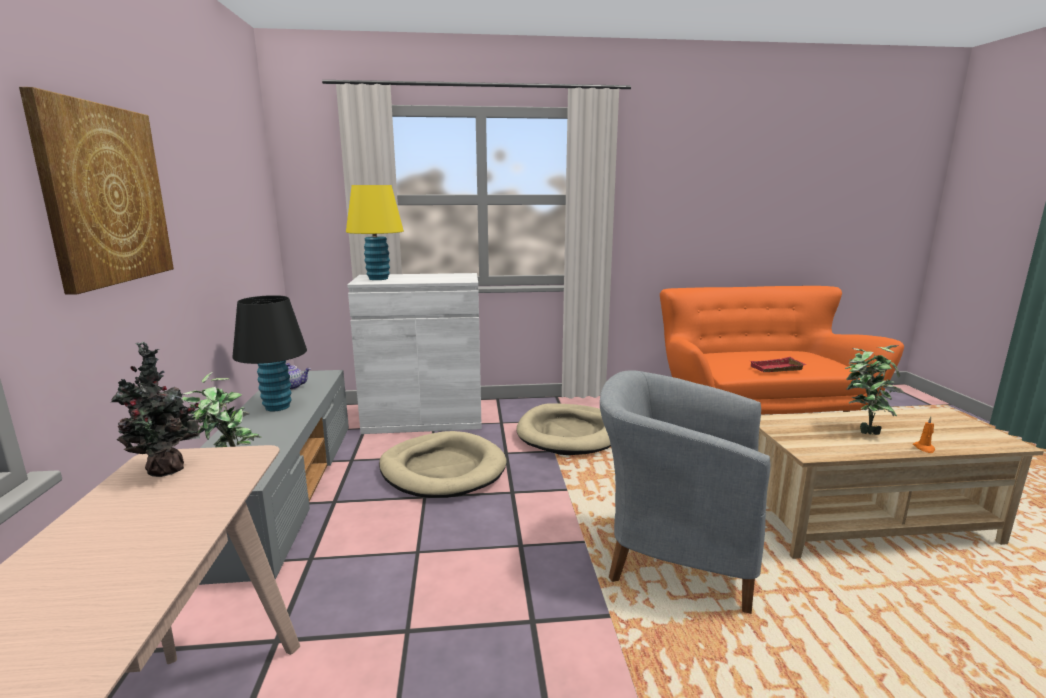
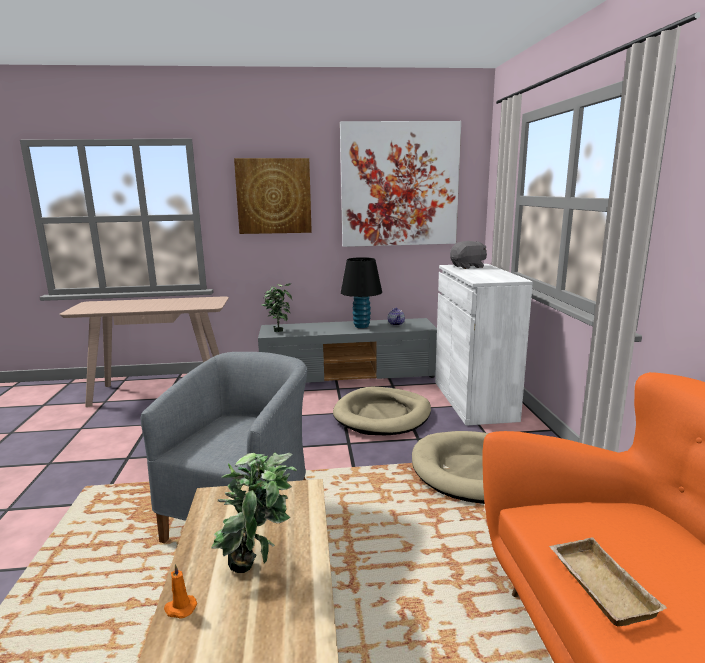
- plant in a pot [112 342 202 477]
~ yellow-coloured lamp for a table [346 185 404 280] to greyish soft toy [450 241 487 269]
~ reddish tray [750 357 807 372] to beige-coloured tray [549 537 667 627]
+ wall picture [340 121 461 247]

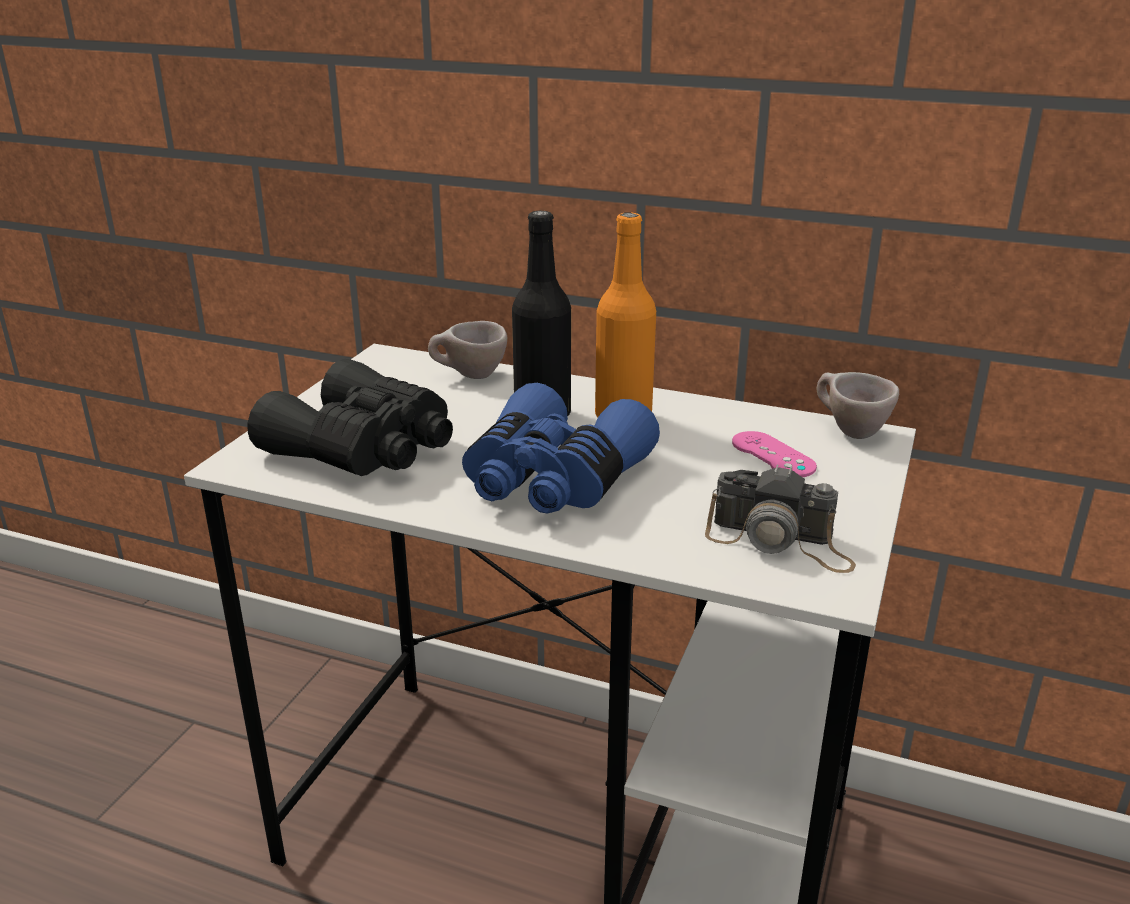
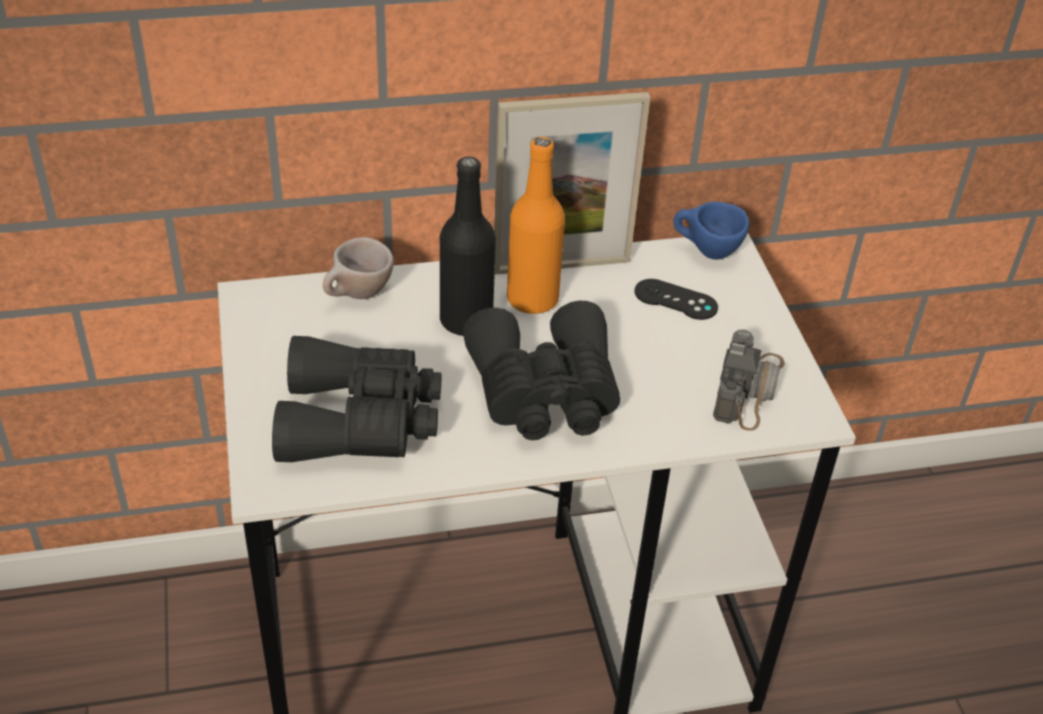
~ blue pair of binoculars [462 383 660 514] to black-coloured pair of binoculars [463 301 620 440]
~ still camera [705 464 856 573] = [713 329 785 431] 60 degrees counterclockwise
~ pink-coloured gamepad [732 431 817 477] to black-coloured gamepad [635 279 718 320]
~ beige-coloured small cup [817 372 899 439] to blue small cup [673 202 749 260]
+ picture frame [494 92 650 274]

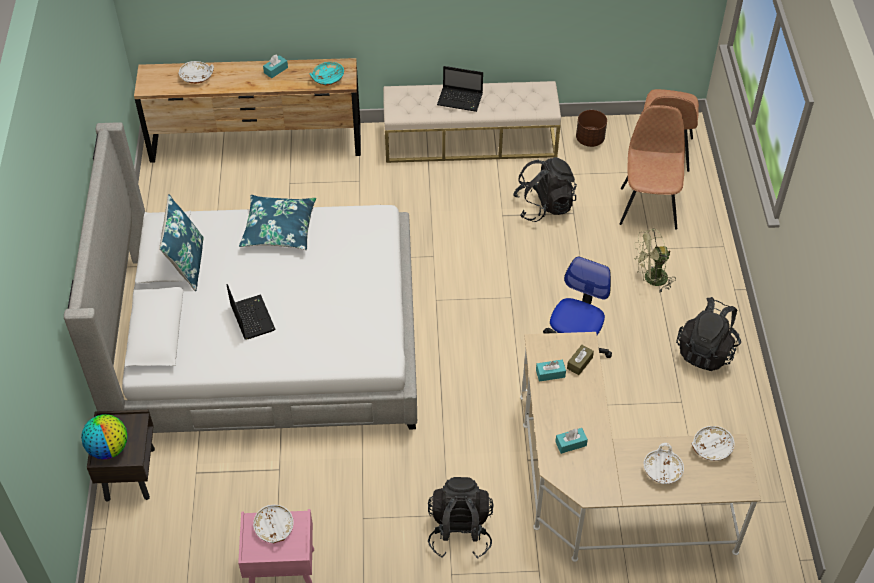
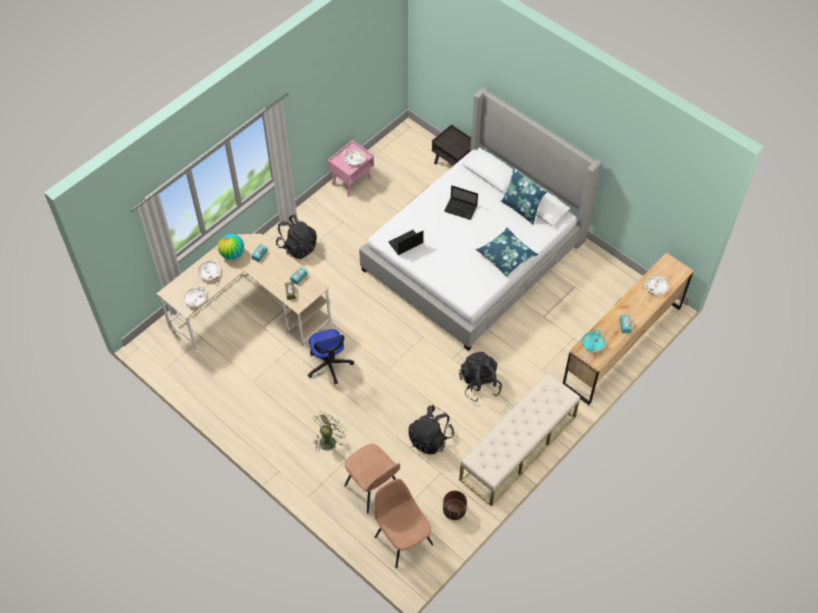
~ desk globe [81 414 128 459] to [218 234 244 260]
~ laptop [437 66 483 112] to [388 230 423 255]
~ black-coloured rucksack [676 297 741 371] to [459 352 502 402]

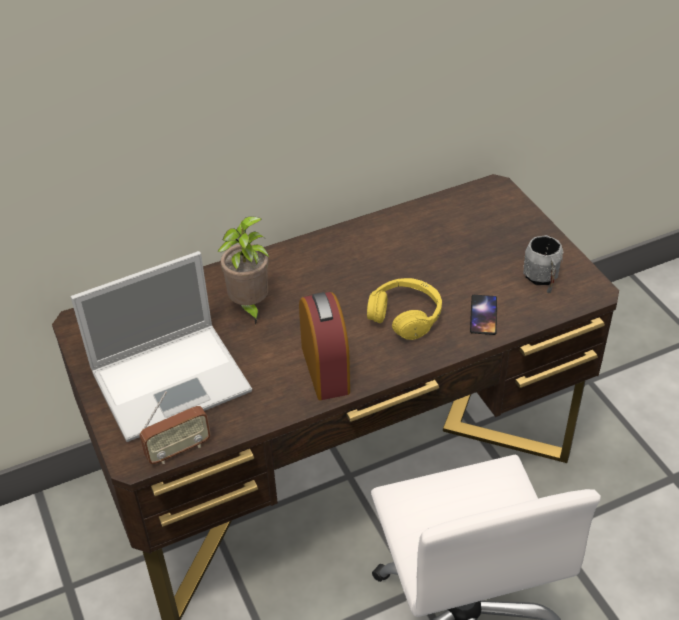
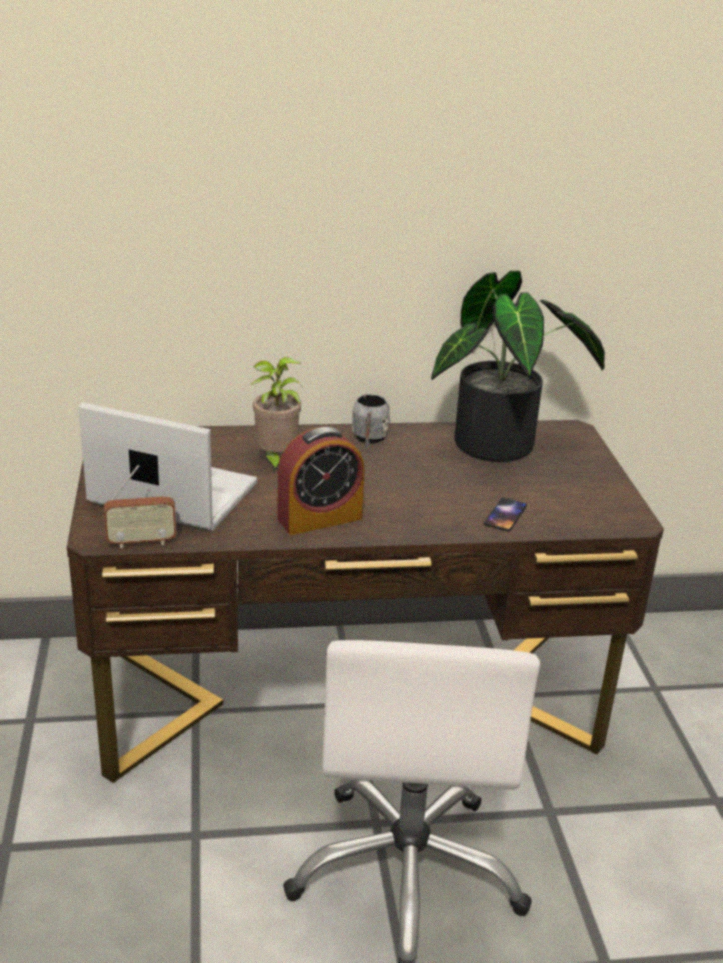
~ laptop [71 251 252 442] = [78 402 257 531] 150 degrees counterclockwise
~ alarm clock [299 292 350 400] = [277 427 365 535] 60 degrees clockwise
- yellow-coloured headphones [367 278 442 340]
~ greyish coffee mug [523 235 563 294] to [352 394 390 449]
+ plant in a pot [431 270 605 462]

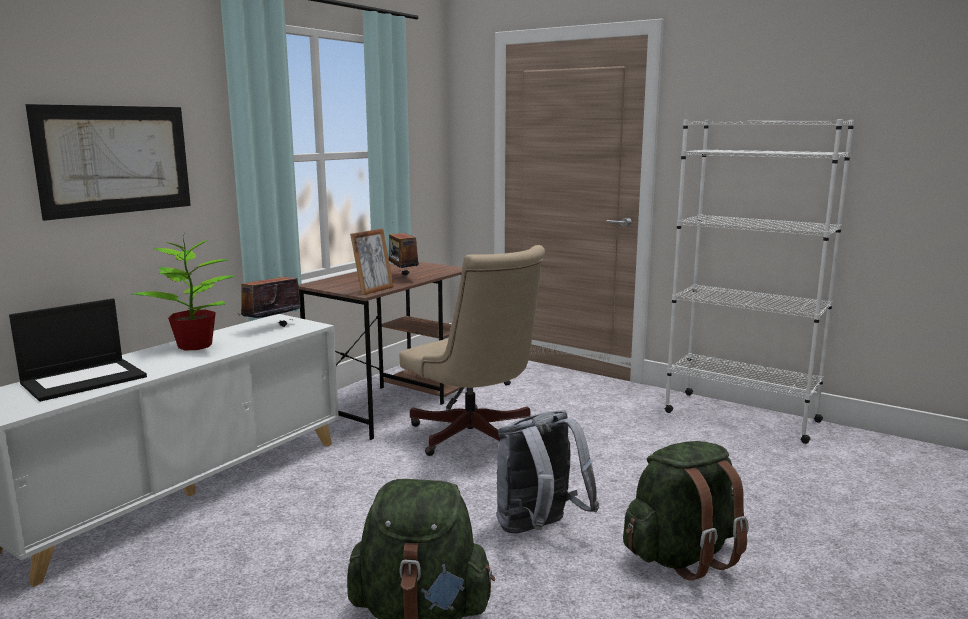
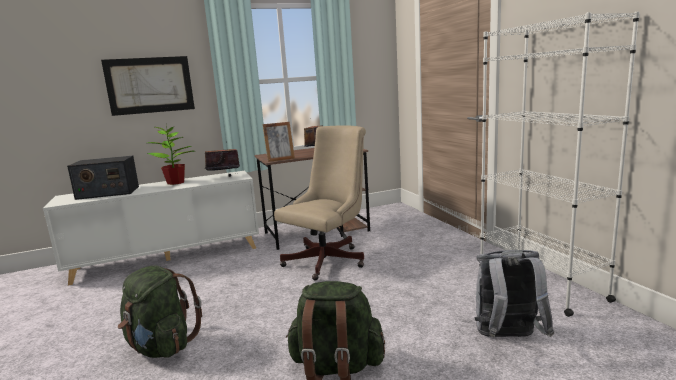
~ laptop [9 299 147 402] to radio receiver [67 156 139 200]
~ beige-coloured desk chair [399 245 545 456] = [274 125 366 280] 135 degrees counterclockwise
~ greyish rucksack [497 410 599 534] to [474 250 554 337]

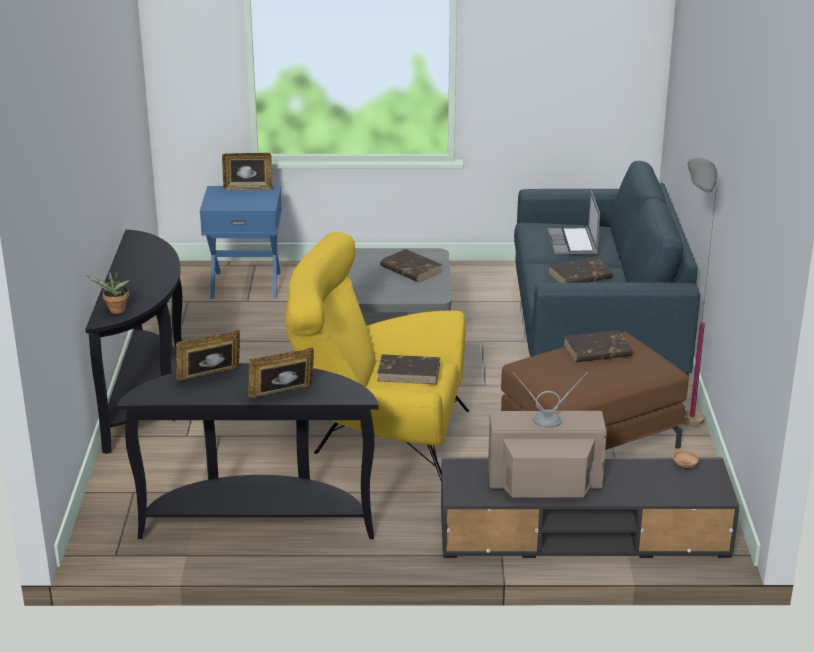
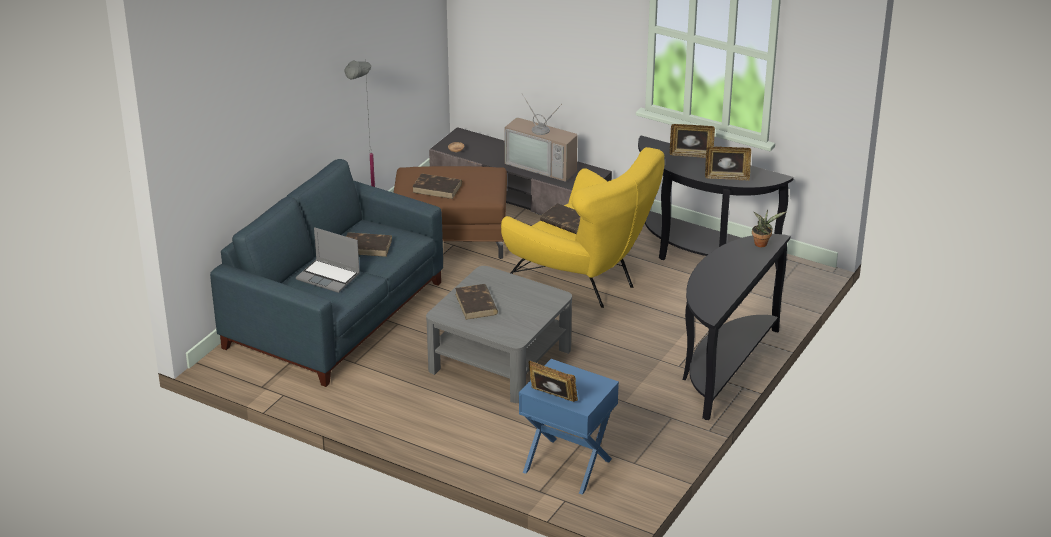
~ laptop [548 190 600 255] = [296 227 360 293] 90 degrees clockwise

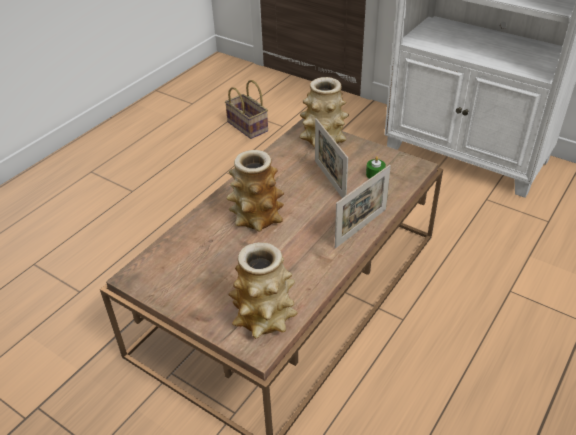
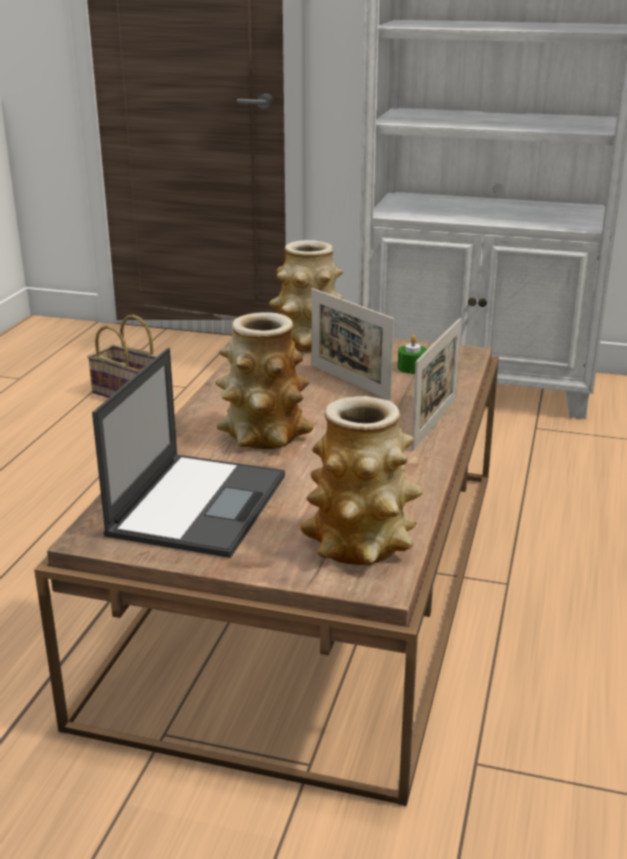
+ laptop [92 348 285 558]

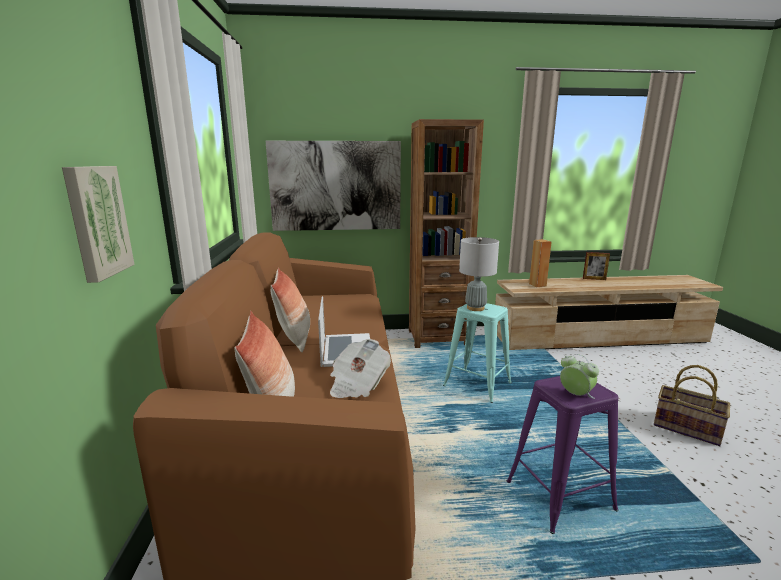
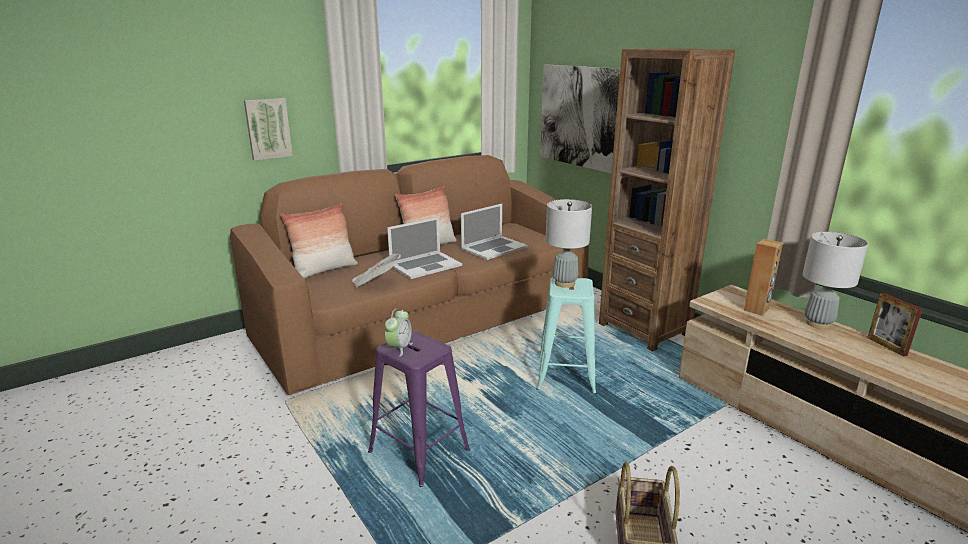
+ laptop [461 204 528 260]
+ greyish lamp for a table [803 232 868 329]

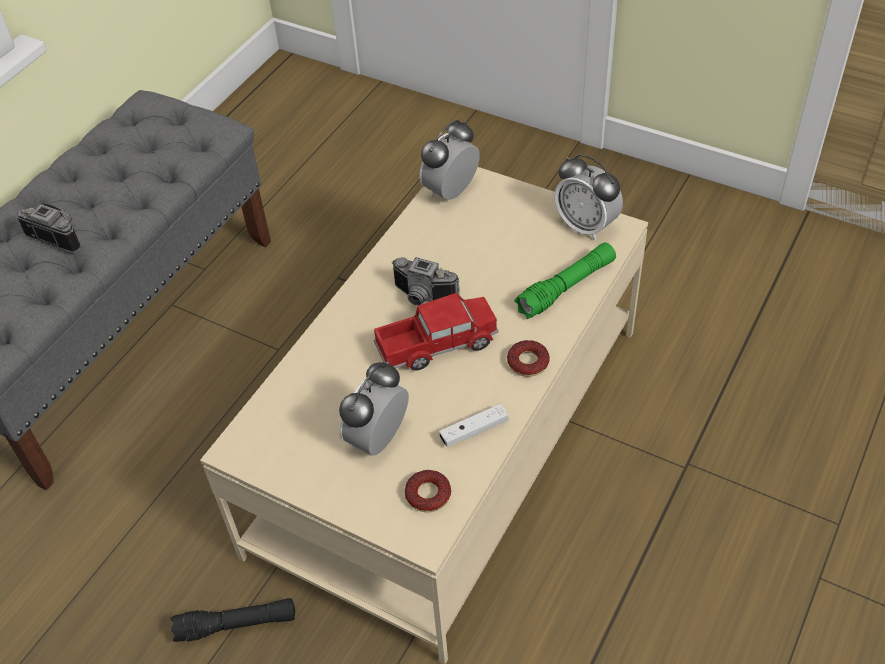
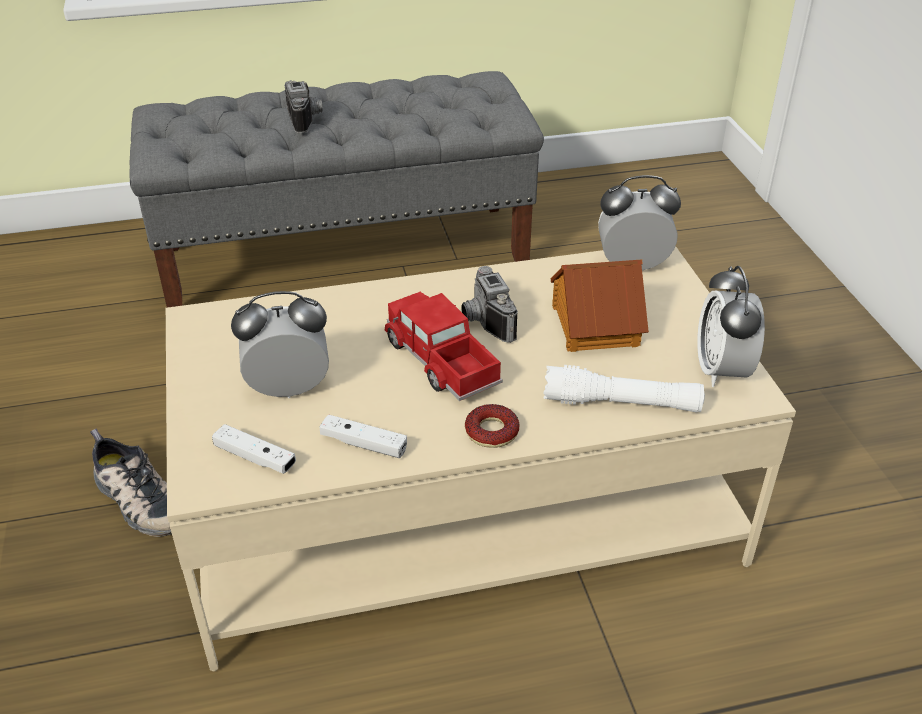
~ black-coloured hand torch [170 598 295 642] to low shoe [90 429 172 537]
~ toy lorry [374 293 499 370] = [385 292 503 401] 150 degrees counterclockwise
~ doughnut [405 470 451 512] to white gamepad [212 424 296 474]
~ green hand torch [514 242 616 319] to white hand torch [544 365 705 413]
+ toy house [551 260 649 352]

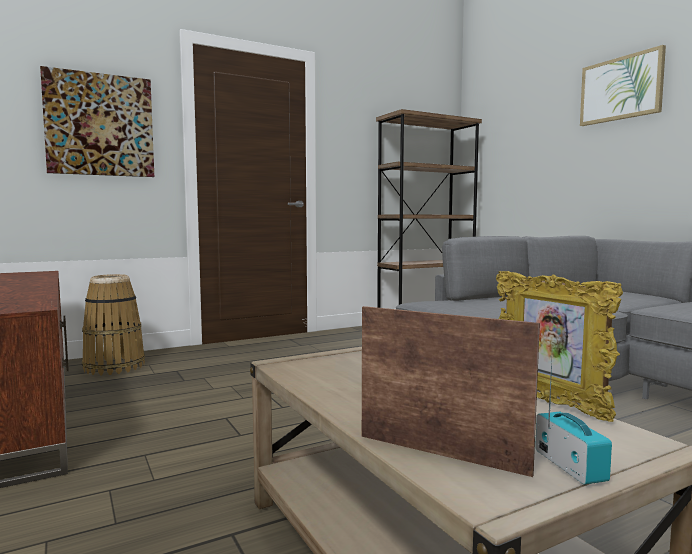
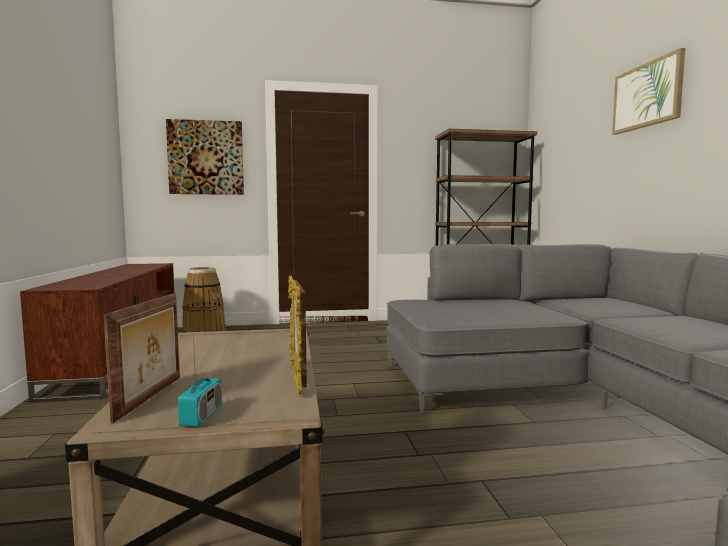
~ picture frame [362 306 540 477] = [104 293 180 423] 45 degrees clockwise

